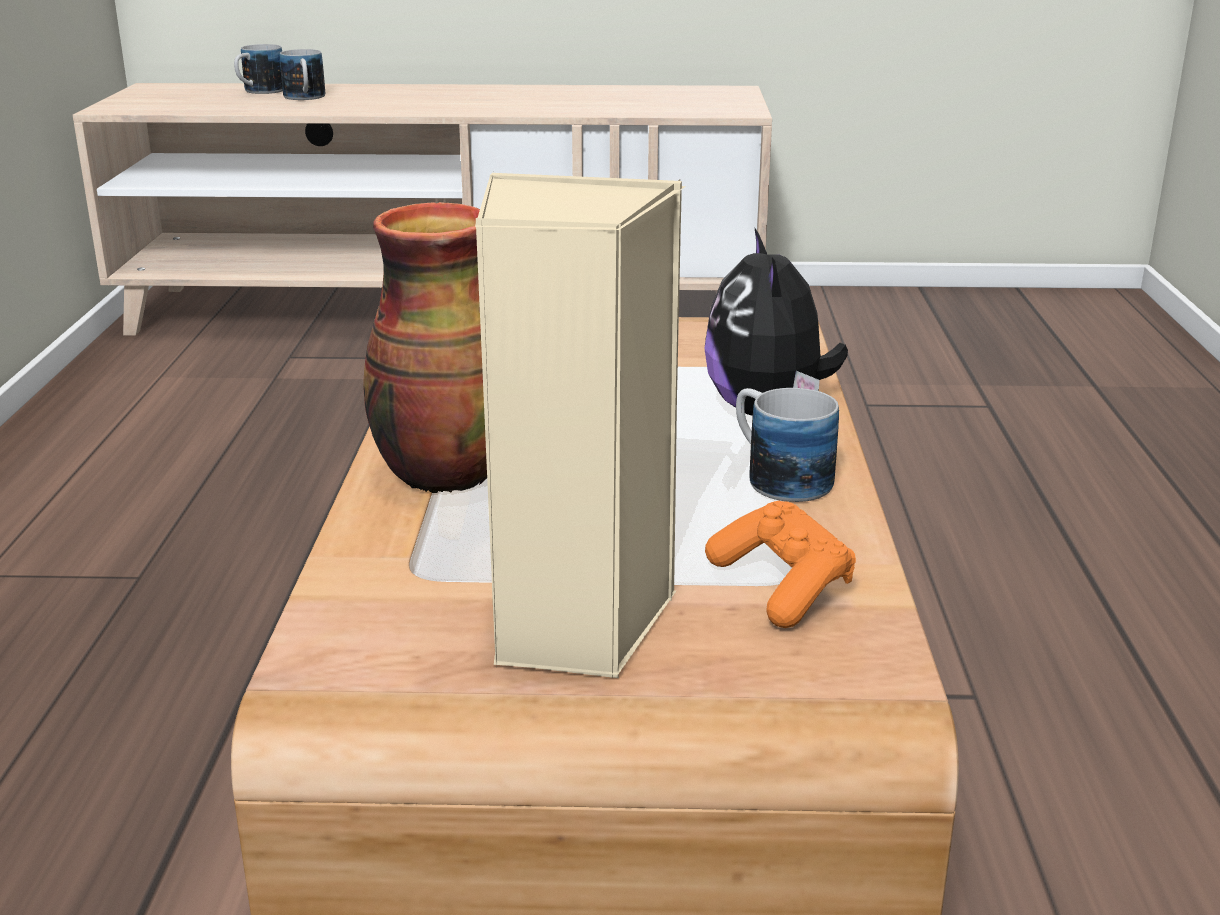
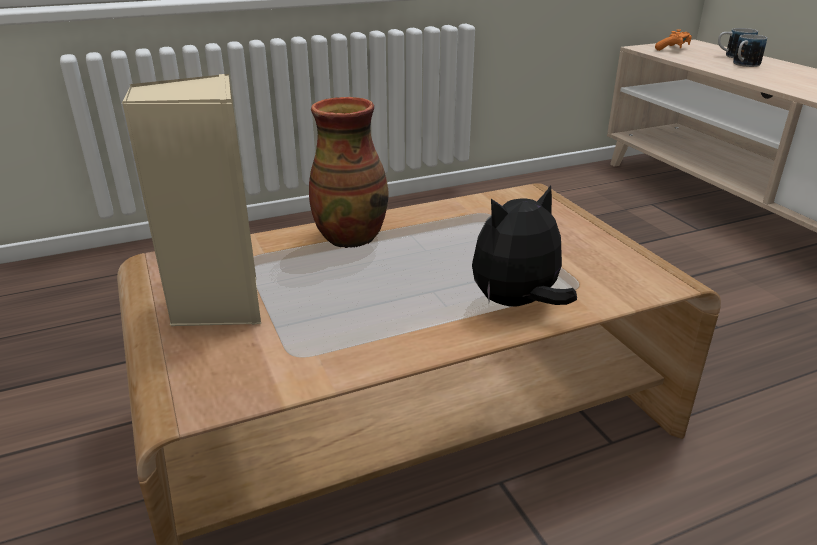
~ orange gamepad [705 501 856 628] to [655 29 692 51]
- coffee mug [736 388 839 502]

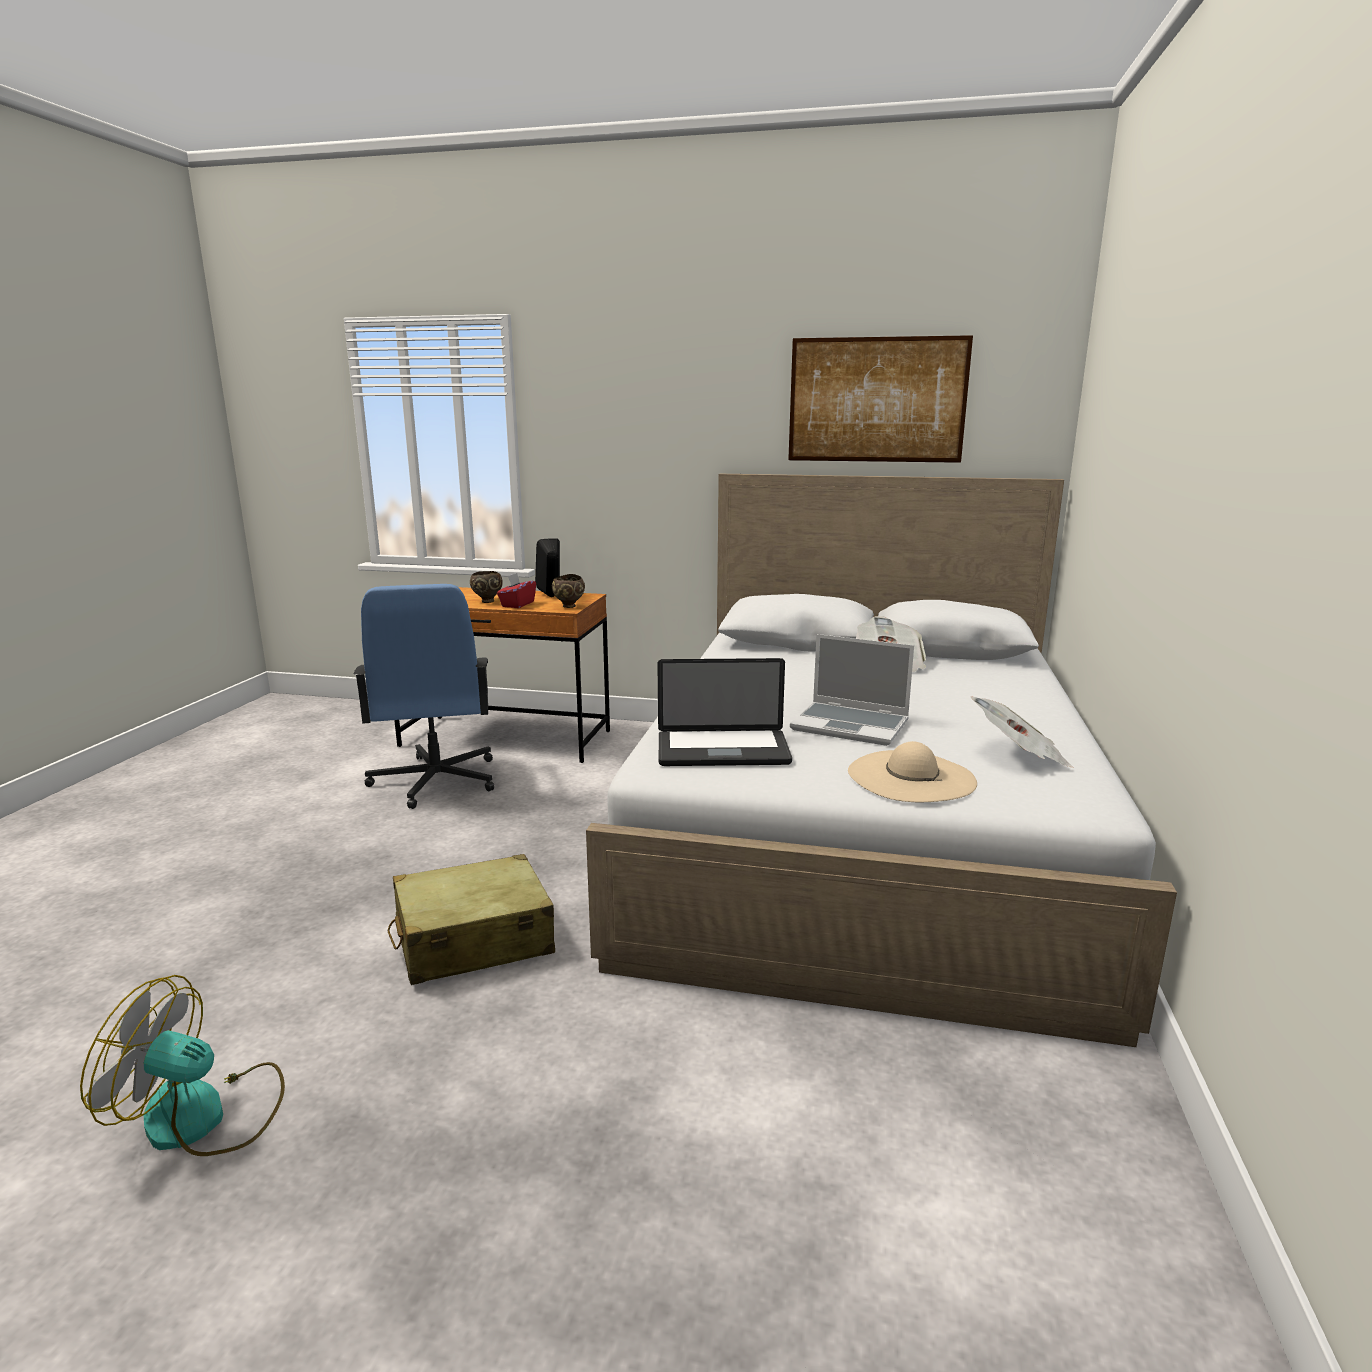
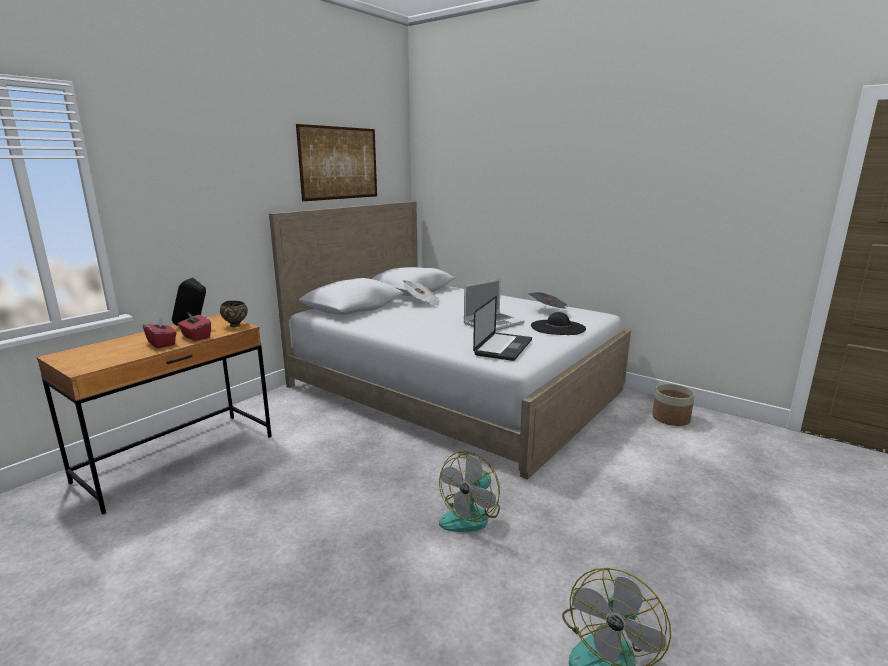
- blue desk chair [354 584 494 809]
~ beige-coloured suitcase [388 854 555 985] to fan [439 451 500 532]
~ brown deep dish [470 571 503 603] to reddish tissue holder [143 317 177 348]
~ beige-coloured clothing hat [848 741 977 802] to black-coloured clothing hat [531 312 586 335]
+ planter [652 384 695 426]

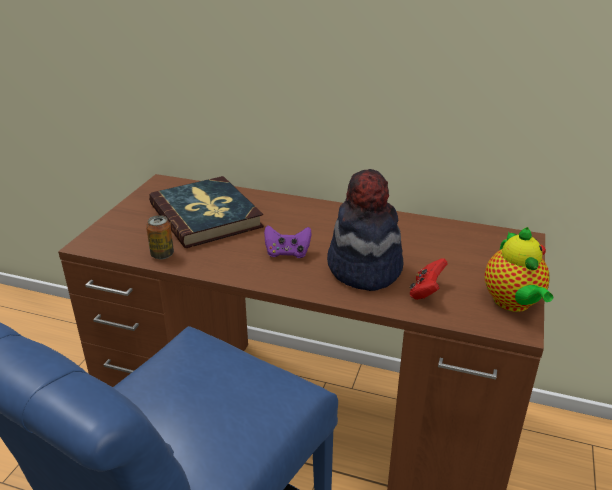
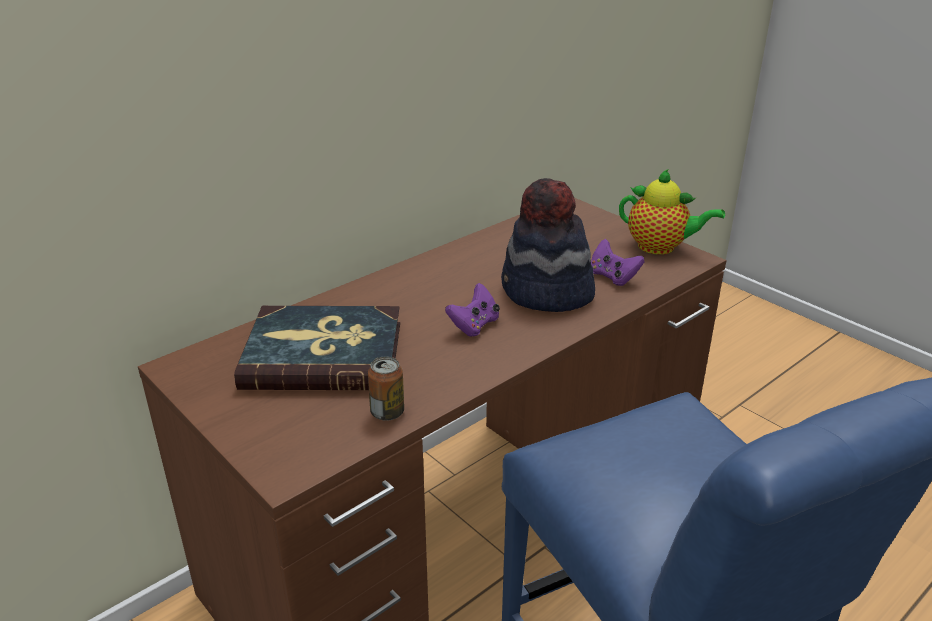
~ reddish gamepad [409 258 448 300] to purplish gamepad [591 239 644 286]

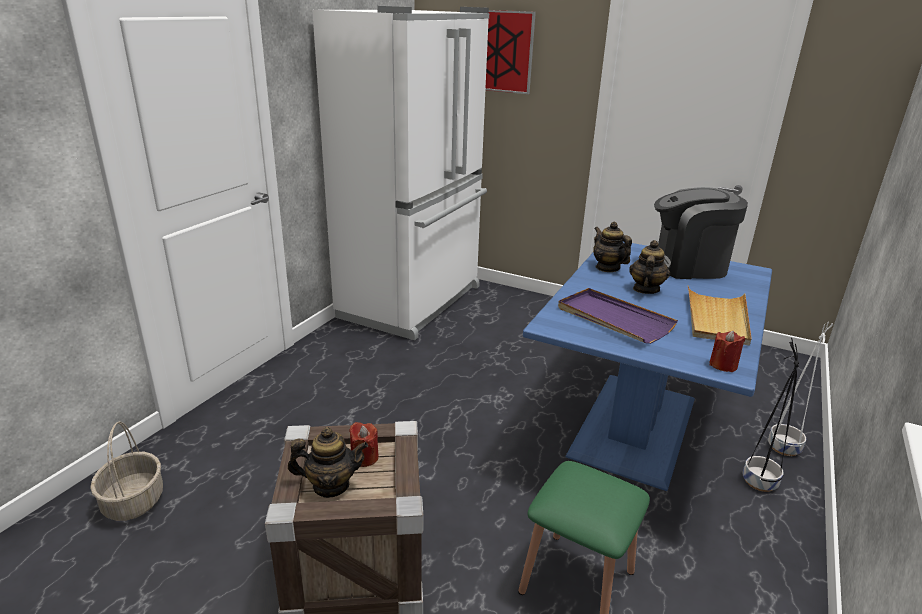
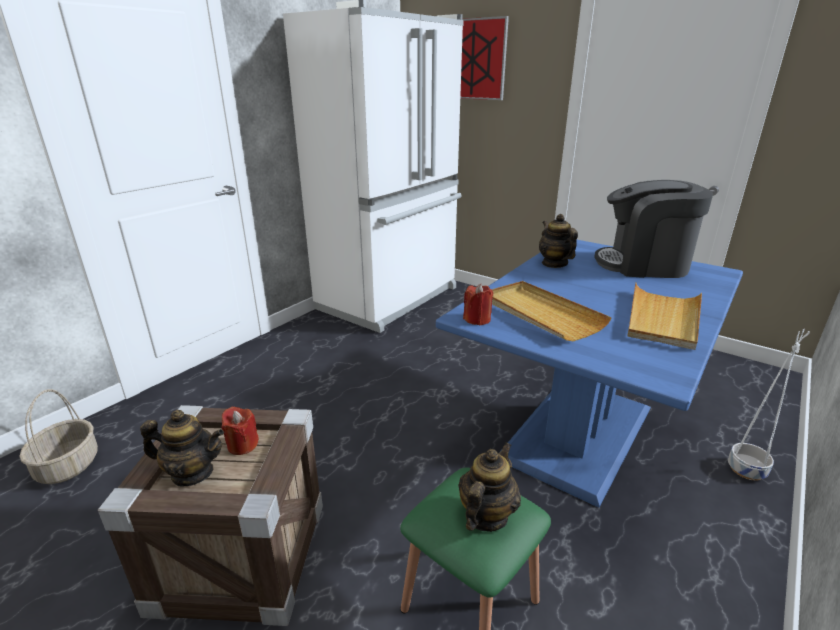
~ purplish tray [558 288 678 344] to beige-coloured tray [492 281 612 341]
~ tea pot [629 240 670 294] to [458 442 521 532]
~ reddish candle [710 331 745 372] to [463 284 493 325]
- black-coloured planter [742 338 799 492]

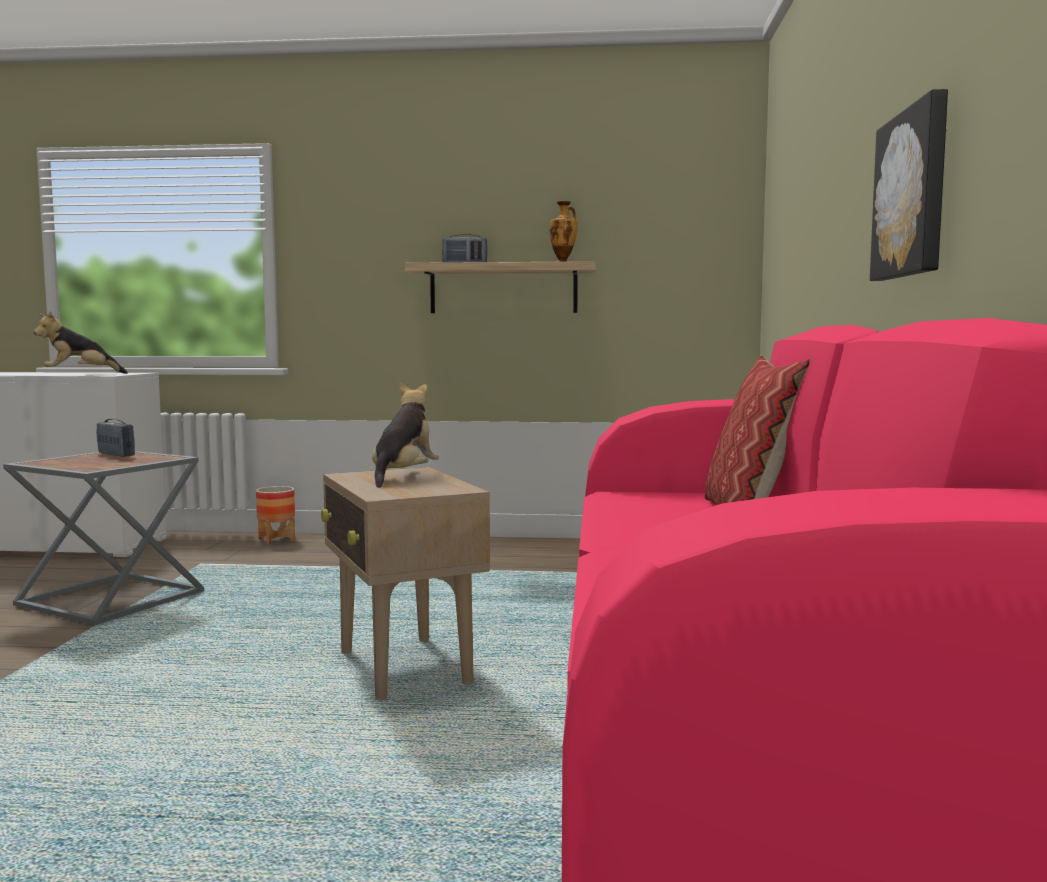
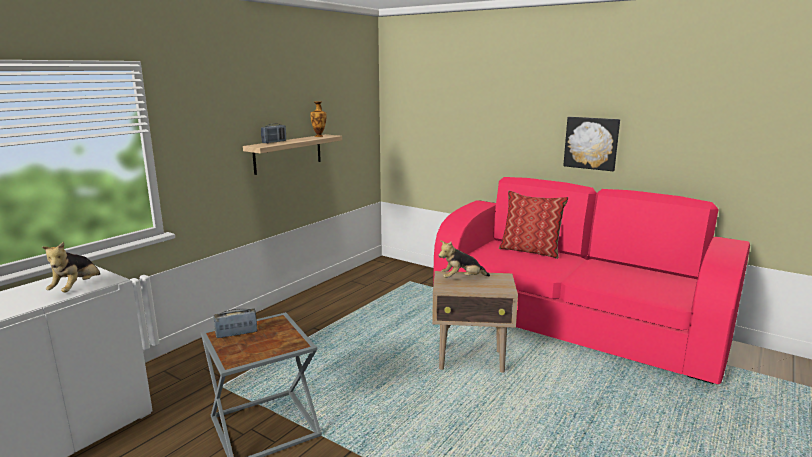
- planter [256 486 295 544]
~ soft toy [372 382 439 488] = [439 240 490 278] 60 degrees counterclockwise

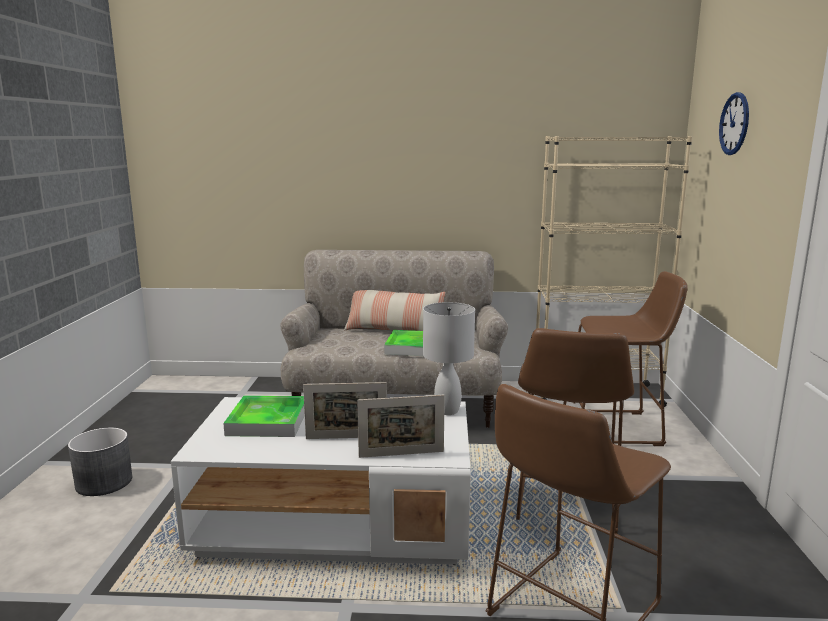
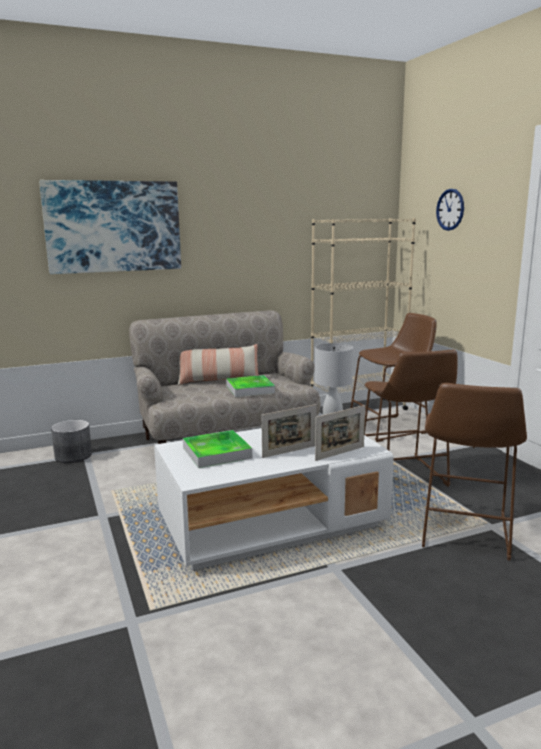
~ greyish planter [68 428 132 496] to [51 420 92 463]
+ wall picture [39 180 181 274]

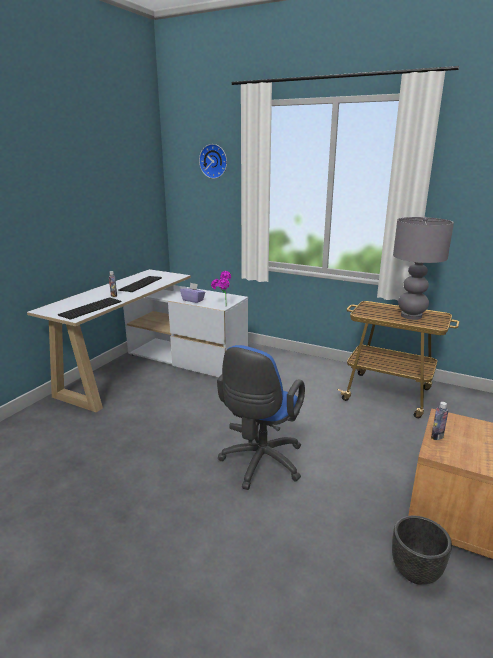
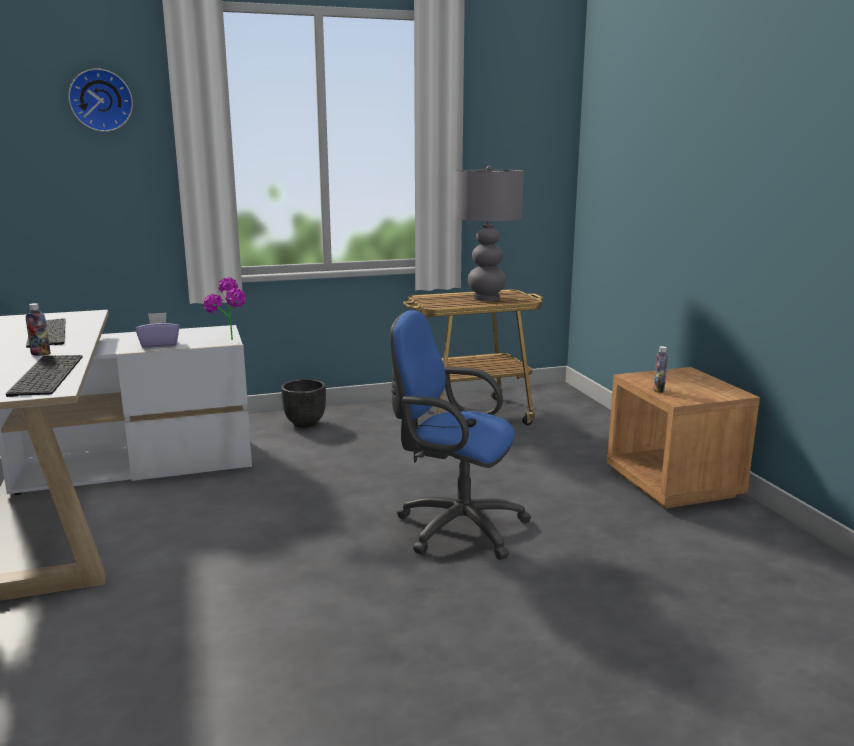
~ blue desk chair [217 345 305 490] = [390 310 531 560] 135 degrees clockwise
~ black-coloured planter [392 516 452 584] to [281 379 326 428]

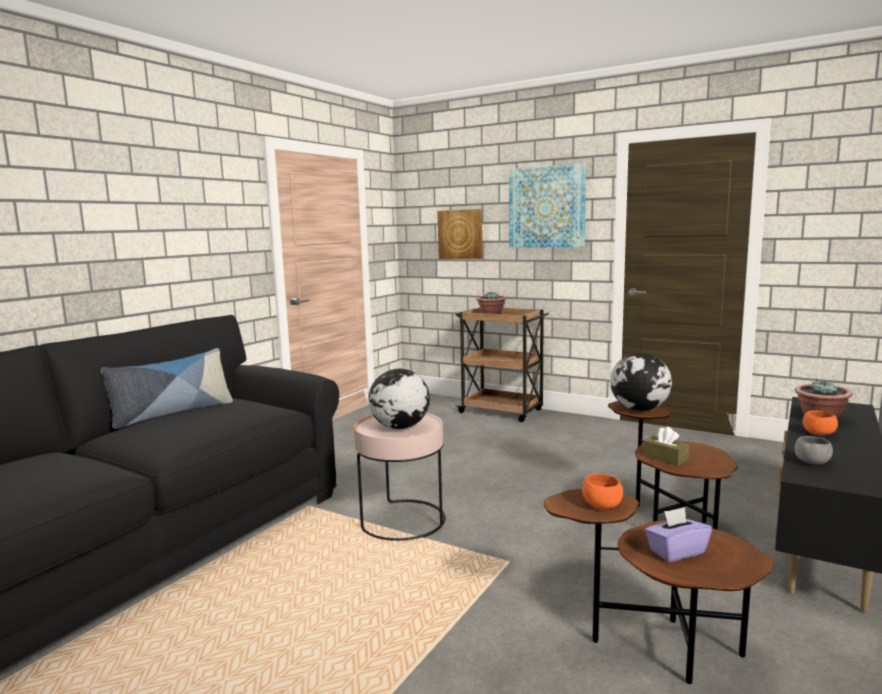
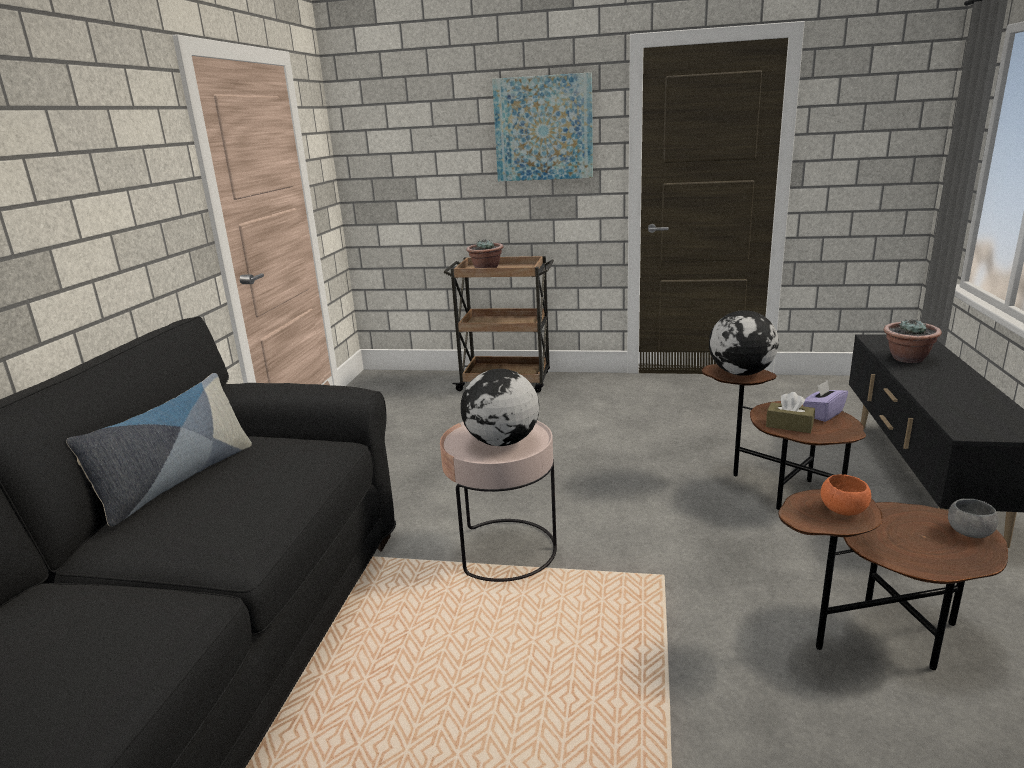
- wall picture [437 209 483 259]
~ purplish tissue holder [645 507 712 562] to [803 380 848 422]
~ greyish deep dish [794 436 833 465] to [948 499 999 538]
- orange deep dish [803 410 838 435]

